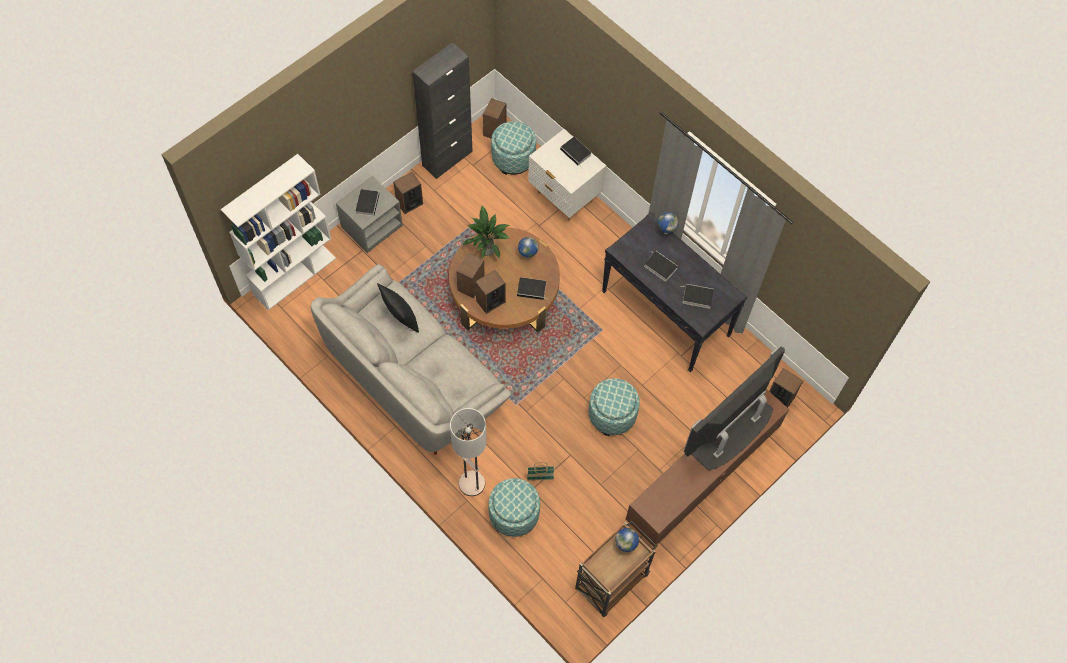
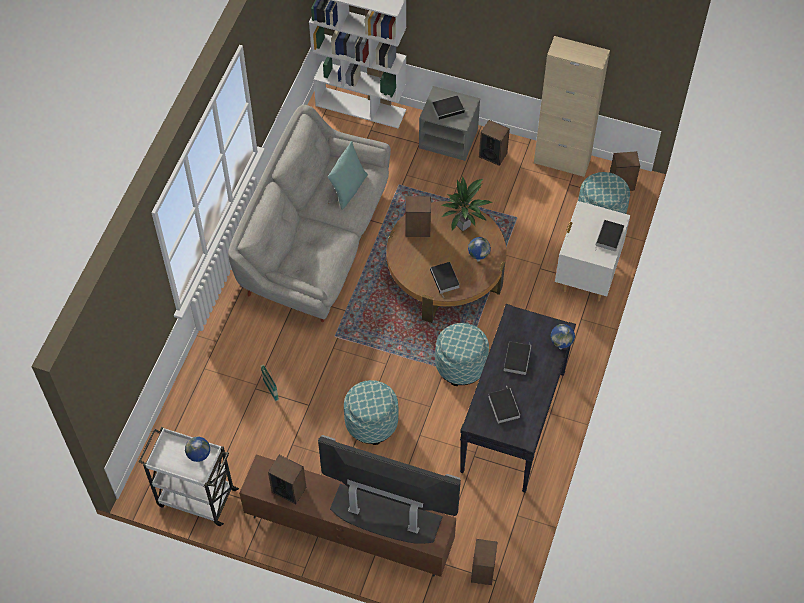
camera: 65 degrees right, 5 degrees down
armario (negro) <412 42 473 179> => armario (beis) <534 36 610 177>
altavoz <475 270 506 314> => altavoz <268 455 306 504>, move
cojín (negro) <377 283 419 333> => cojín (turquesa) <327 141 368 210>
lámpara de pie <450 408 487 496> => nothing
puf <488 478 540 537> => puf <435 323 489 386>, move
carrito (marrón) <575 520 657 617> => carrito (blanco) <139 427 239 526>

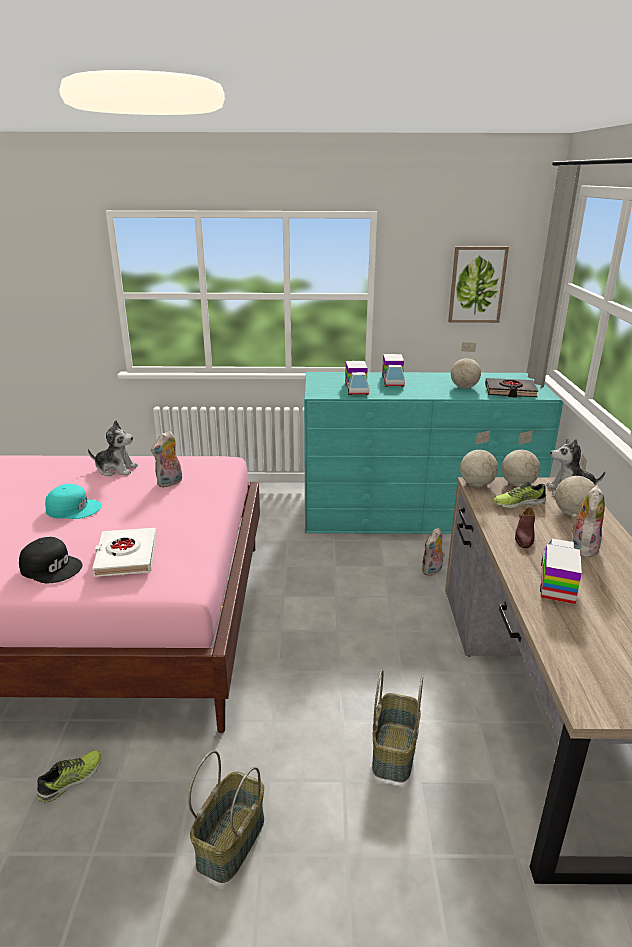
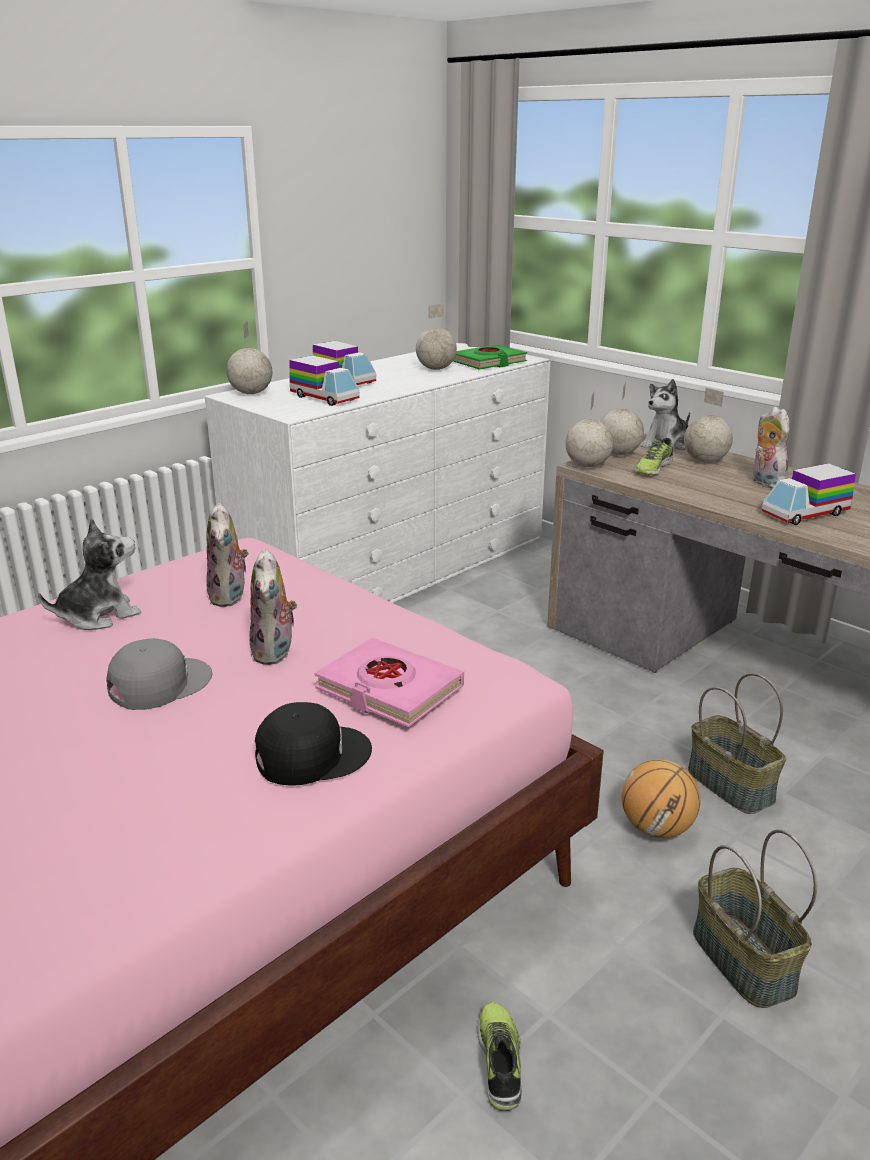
camera: 45 degrees left, 0 degrees up
cuadro <448 246 509 323> => nothing
cómoda (turquesa) <304 372 563 534> => cómoda (blanco) <205 343 550 603>
libro (negro) <485 378 538 398> => libro (verde) <453 345 527 370>
gorra (turquesa) <45 484 102 519> => gorra (gris) <106 638 212 710>
zapato (marrón) <515 507 535 548> => nothing
libro (blanco) <92 528 157 577> => libro (rosa) <314 638 464 727>
peluche <421 528 445 576> => peluche <249 549 297 665>, move
camión de juguete <540 538 582 604> => camión de juguete <762 463 856 525>, 90 degrees counterclockwise
nothing => globo terráqueo <226 321 272 394>
nothing => balón de baloncesto <621 759 701 838>

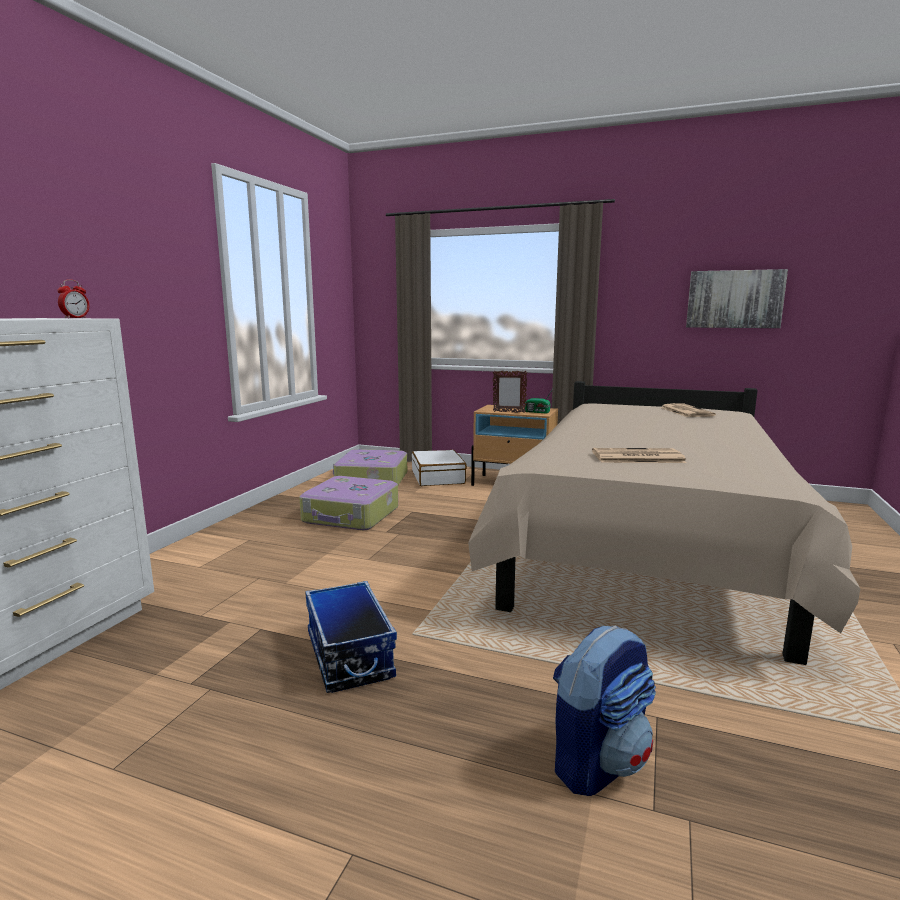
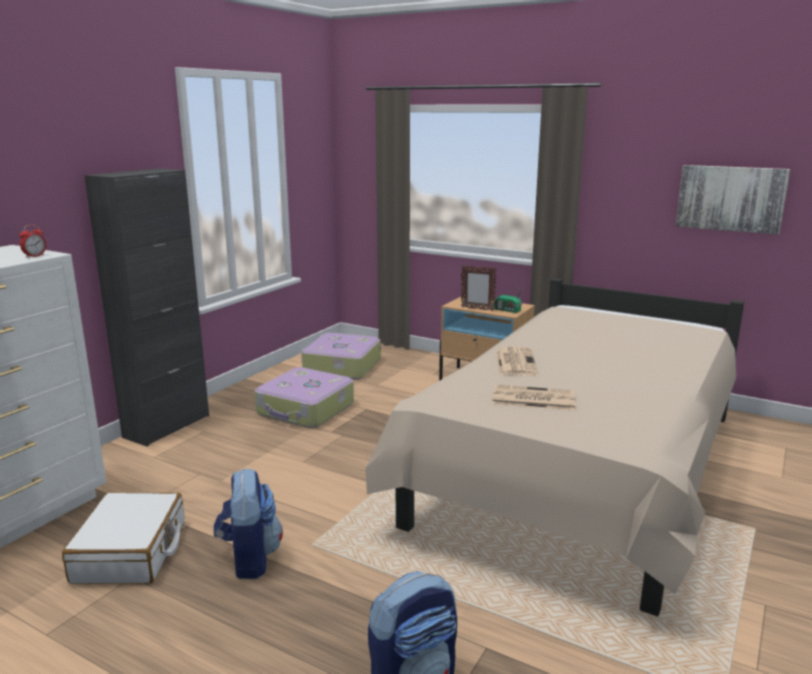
camera: 10 degrees right, 5 degrees up
periódico <660 403 716 417> => periódico <496 346 538 376>, move
maleta (blanco) <412 450 467 486> => maleta (blanco) <62 492 185 584>, move
caja de almacenaje <305 581 397 693> => mochila <214 469 283 579>
nothing => armario (negro) <84 168 209 446>

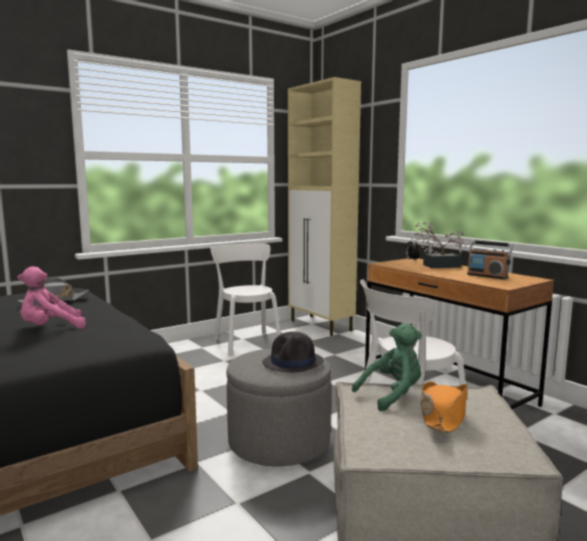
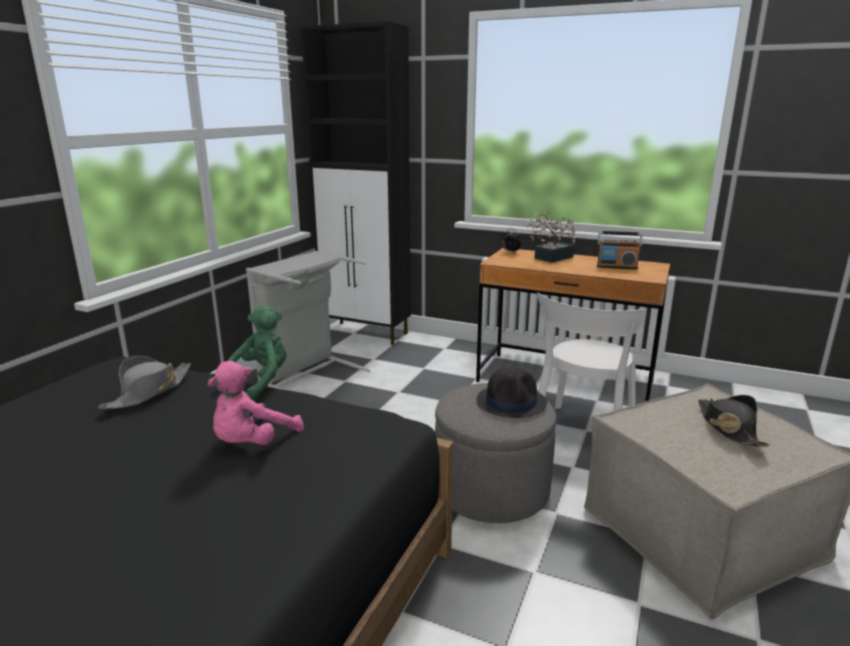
camera: 30 degrees left, 10 degrees up
armario (beis) <288 77 361 336> => armario (negro) <301 21 411 345>
silla (blanco) <210 244 281 356> => cesto de la ropa (gris) <246 251 371 391>
peluche (verde) <352 323 422 411> => peluche (verde) <228 305 287 401>, move
sombrero (naranja) <421 382 468 433> => sombrero (negro) <698 395 770 447>

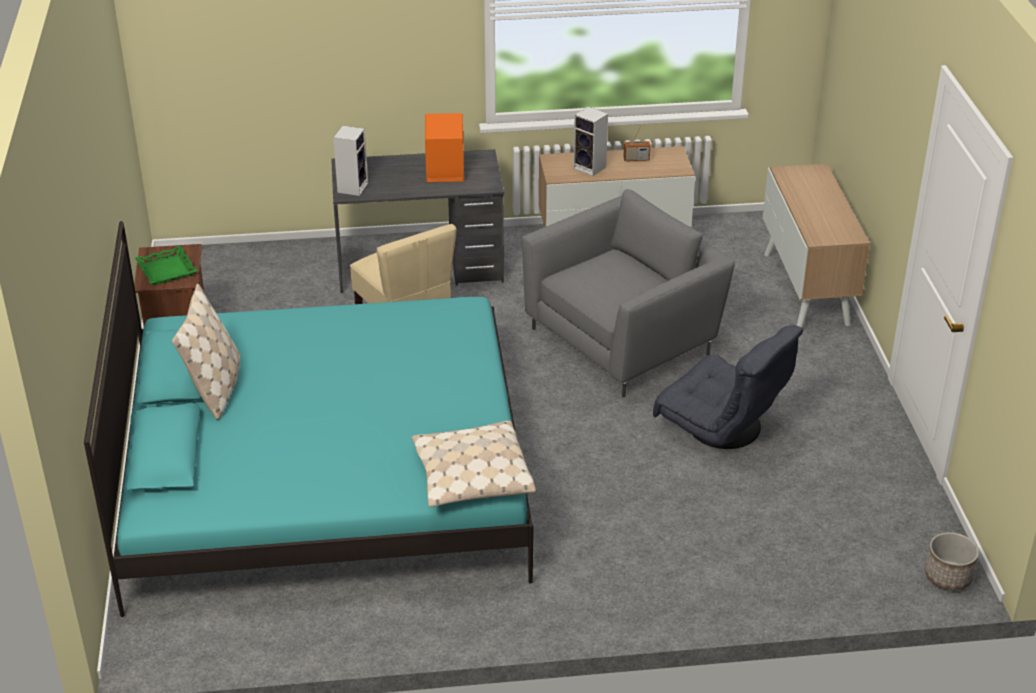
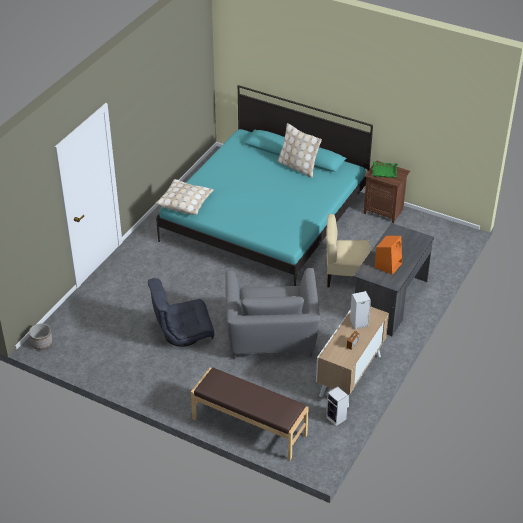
camera: 125 degrees right, 5 degrees up
altavoz <333 126 368 196> => altavoz <326 386 348 426>, move
armario <763 164 870 328> => banco (marrón) <191 368 309 460>

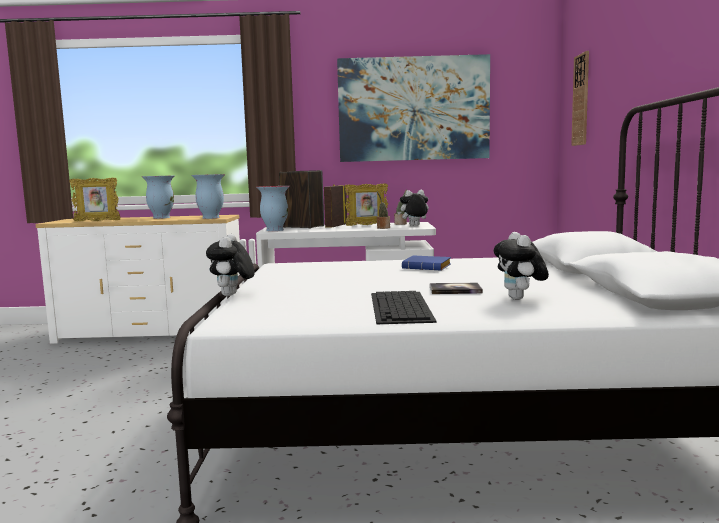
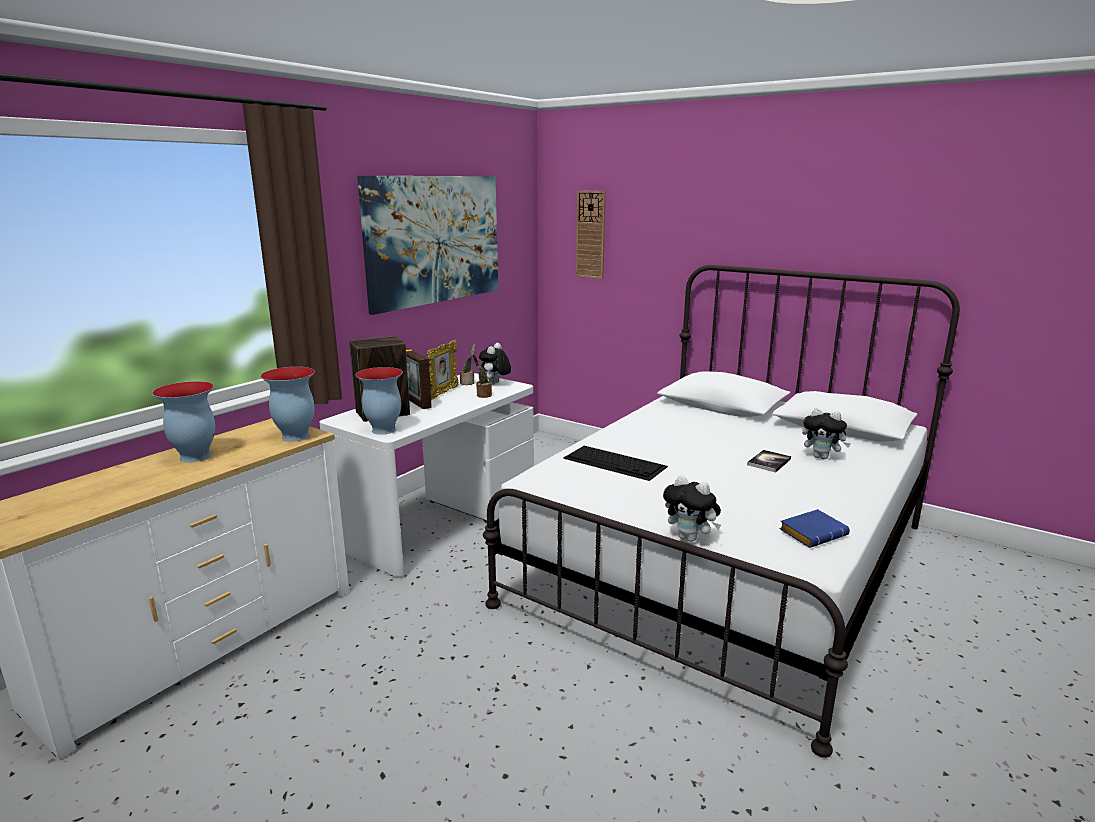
camera: 55 degrees left, 10 degrees up
portarretratos <69 178 121 221> => nothing
libro (azul) <402 255 451 271> => libro (azul) <779 509 850 548>, move
teclado <371 291 437 324> => teclado <563 446 668 481>, move

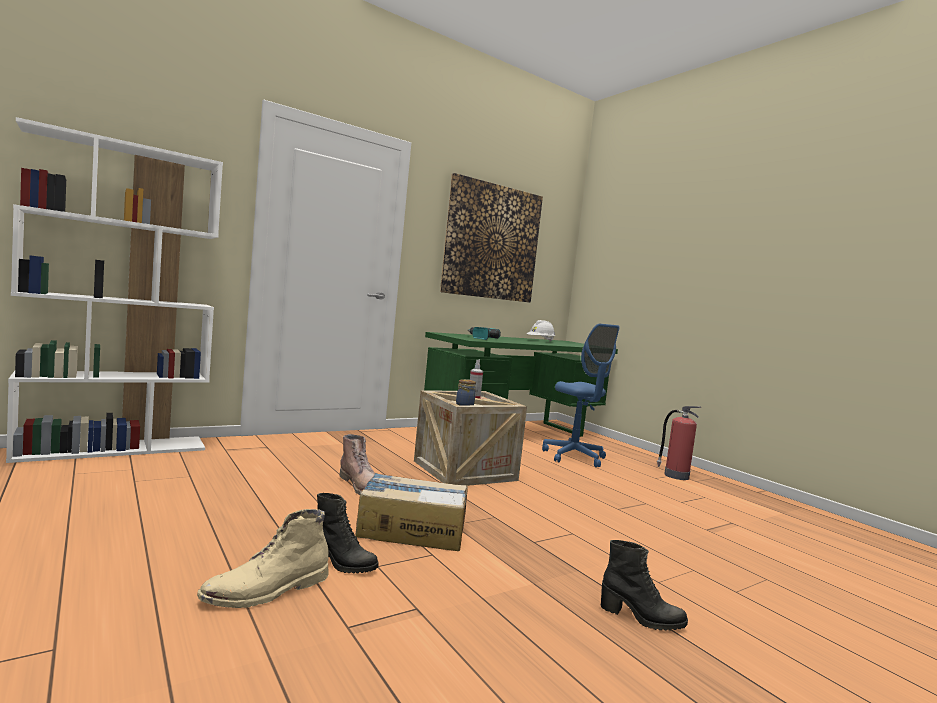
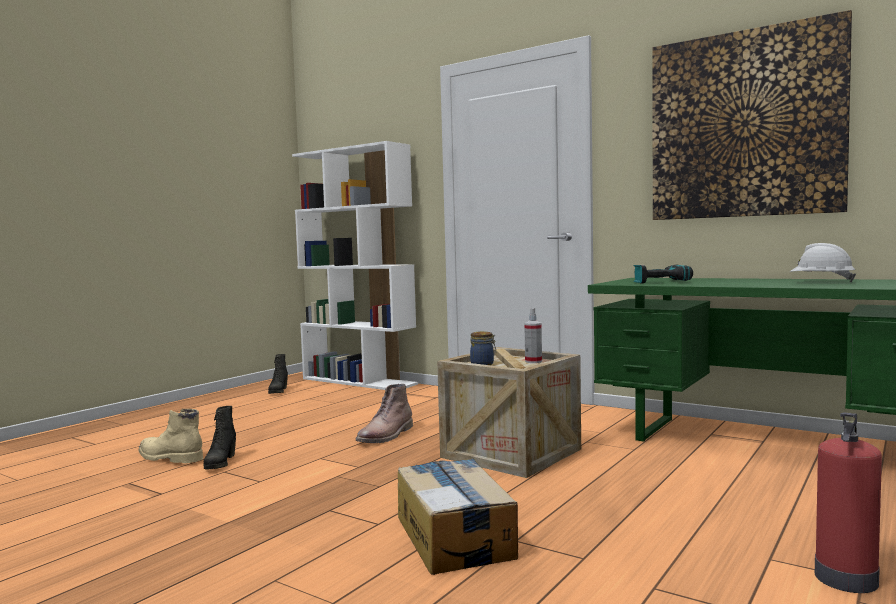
camera: 70 degrees right, 0 degrees up
silla de oficina (azul) <542 324 620 467> => nothing
caja de cartón <355 473 468 551> => caja de cartón <398 458 518 575>, move
bota (negro) <601 540 688 630> => bota (negro) <268 354 288 394>, move

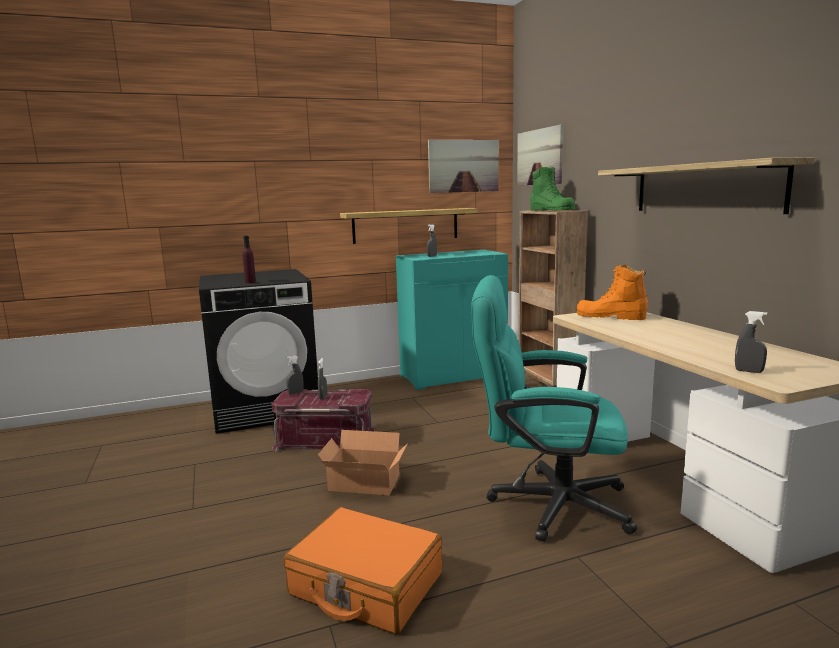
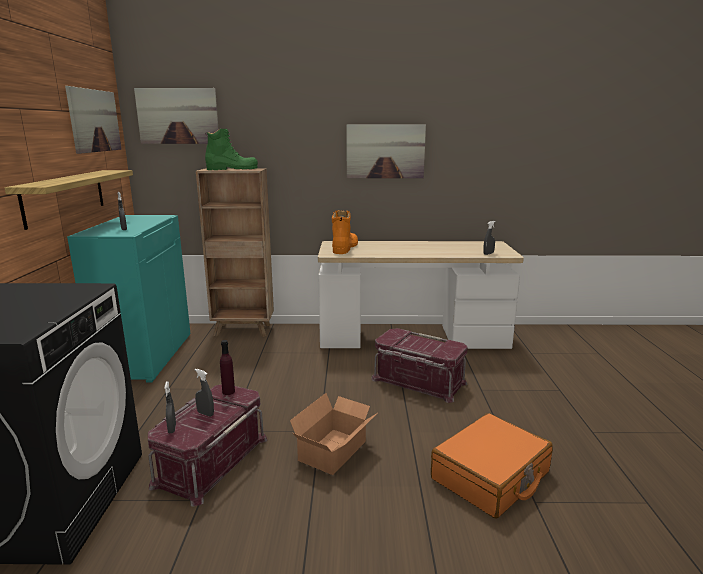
camera: 70 degrees left, 5 degrees up
estante <598 157 815 214> => cuadro <347 125 426 178>
botella (morado) <243 236 256 283> => botella (morado) <220 340 235 395>, move
bota (naranja) <577 265 648 320> => bota (naranja) <332 210 358 254>, 150 degrees clockwise
silla de oficina (turquesa) <471 275 637 542> => caja de almacenaje (rojo) <371 328 468 403>

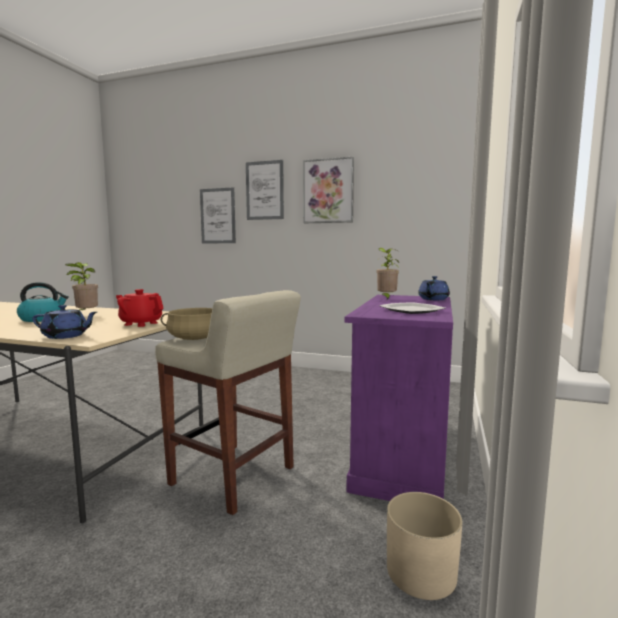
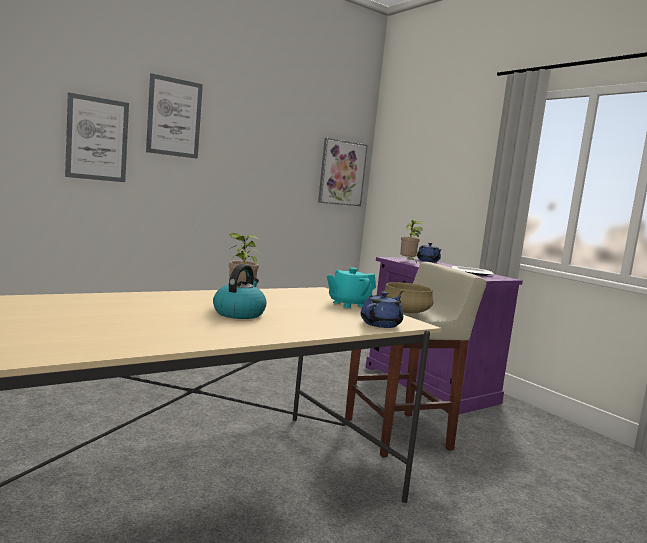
camera: 55 degrees left, 0 degrees up
cuadro <303 157 354 223> => cuadro <318 138 368 206>, move
tetera (rojo) <116 289 164 327> => tetera (turquesa) <327 267 376 308>
maceta (beis) <387 492 462 600> => nothing

